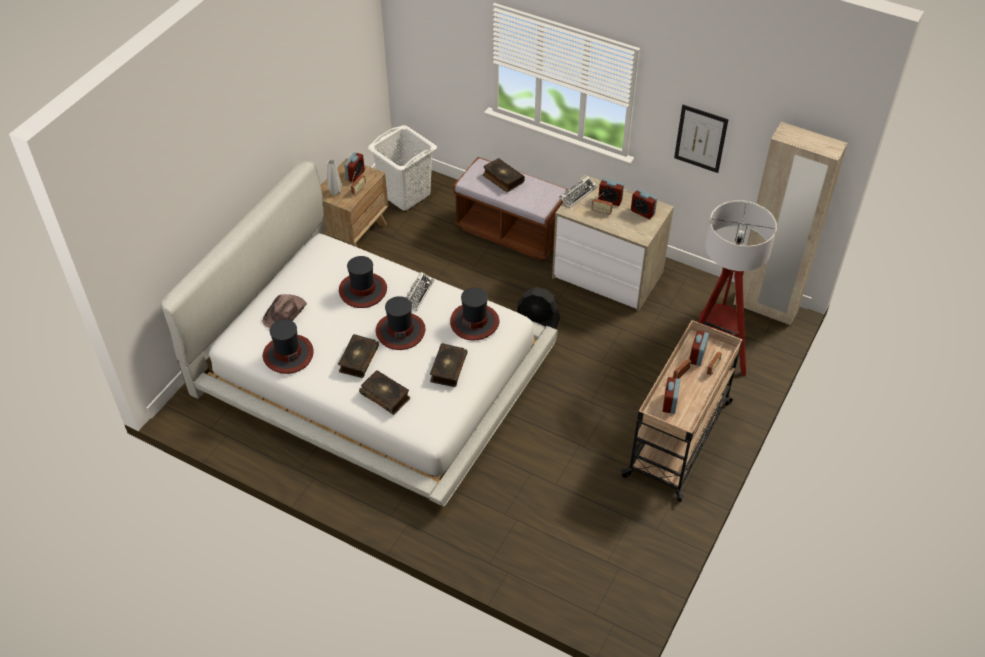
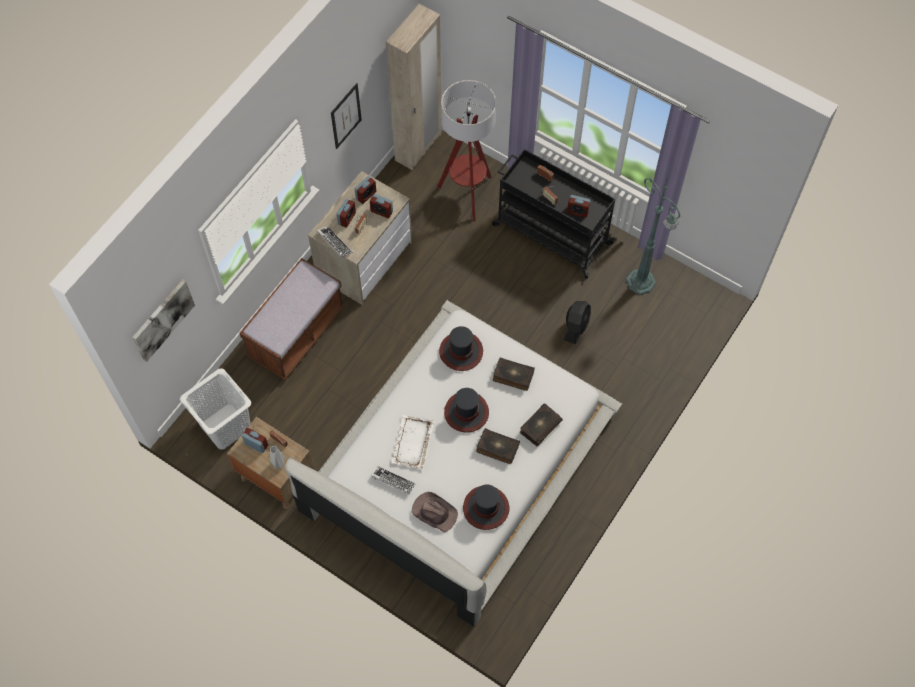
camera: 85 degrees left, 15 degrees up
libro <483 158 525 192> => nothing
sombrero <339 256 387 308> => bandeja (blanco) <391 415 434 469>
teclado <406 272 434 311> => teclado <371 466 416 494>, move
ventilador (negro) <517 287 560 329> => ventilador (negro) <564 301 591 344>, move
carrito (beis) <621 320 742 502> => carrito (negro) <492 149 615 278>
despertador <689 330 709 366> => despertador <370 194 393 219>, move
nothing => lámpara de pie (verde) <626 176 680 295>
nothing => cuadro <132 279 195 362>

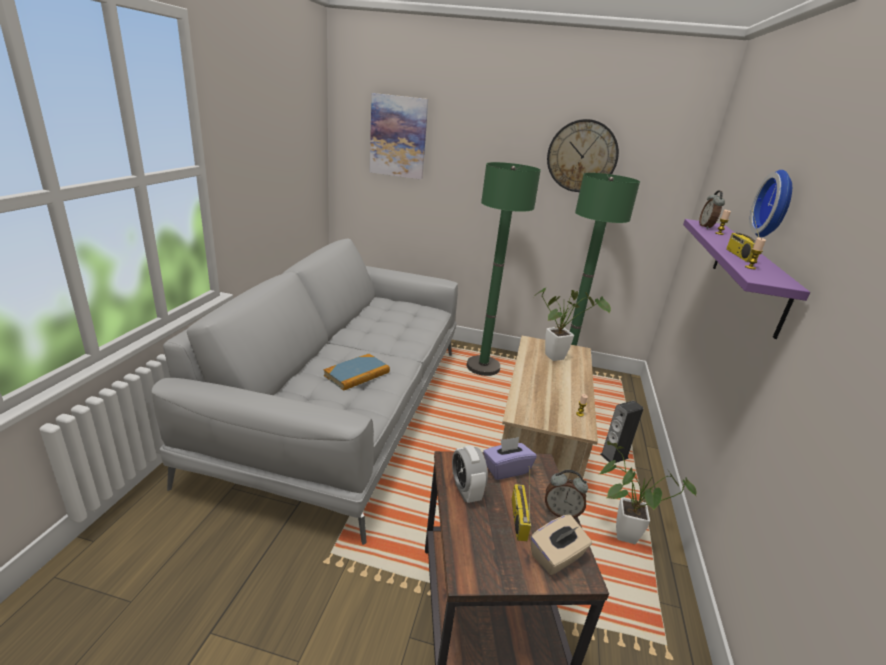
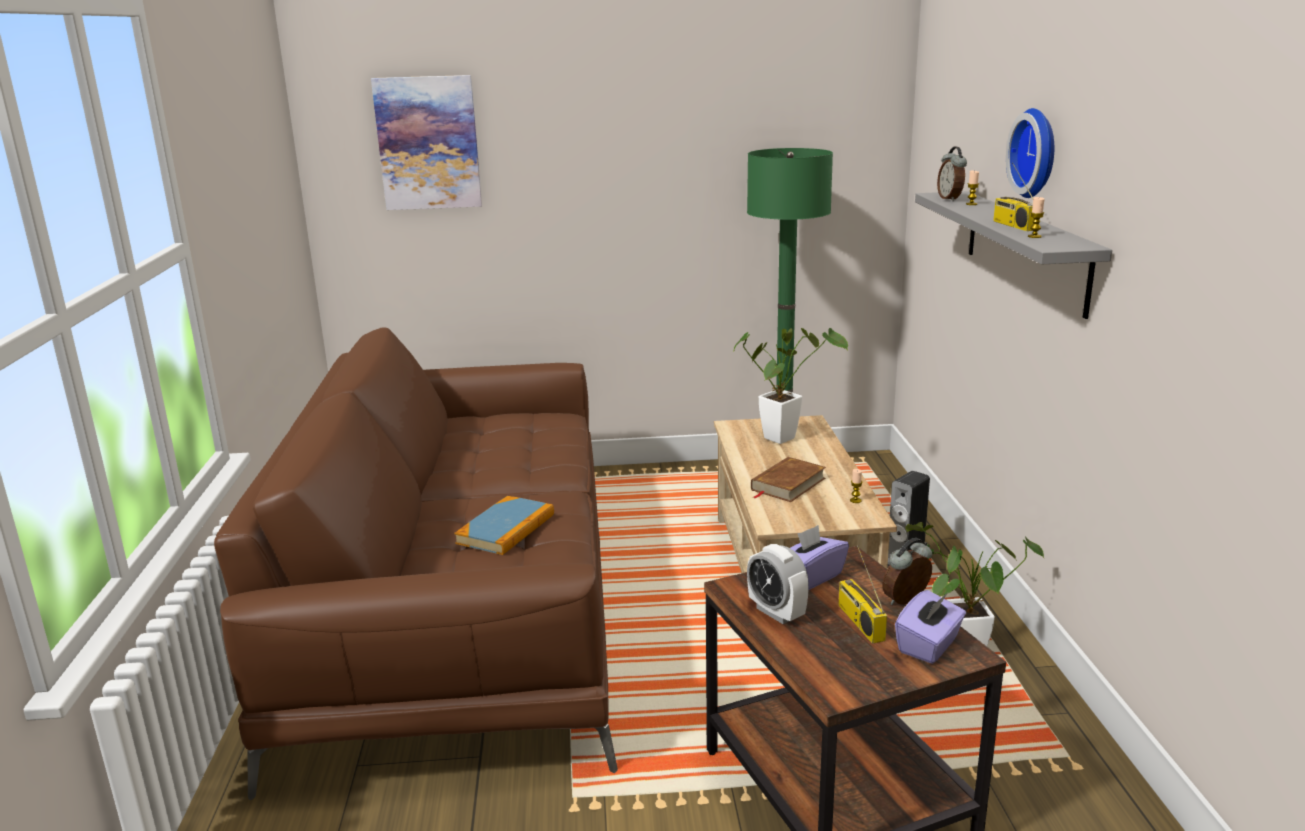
camera: 15 degrees left, 5 degrees down
reloj de pared <547 119 619 192> => nothing
lámpara de pie (verde) <467 162 541 376> => nothing
estante (morado) <683 219 810 339> => estante (gris) <915 191 1112 319>
sofá (gris) <152 238 458 545> => sofá (marrón) <214 328 618 800>
despertador <545 470 588 519> => despertador <883 538 932 605>, 150 degrees clockwise
caja de pañuelos (beis) <530 515 592 575> => caja de pañuelos (morado) <895 590 966 664>
nothing => libro (marrón) <751 457 826 502>

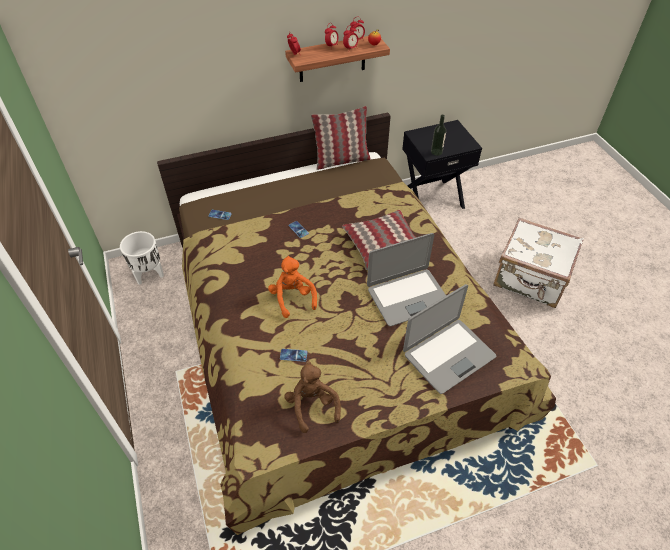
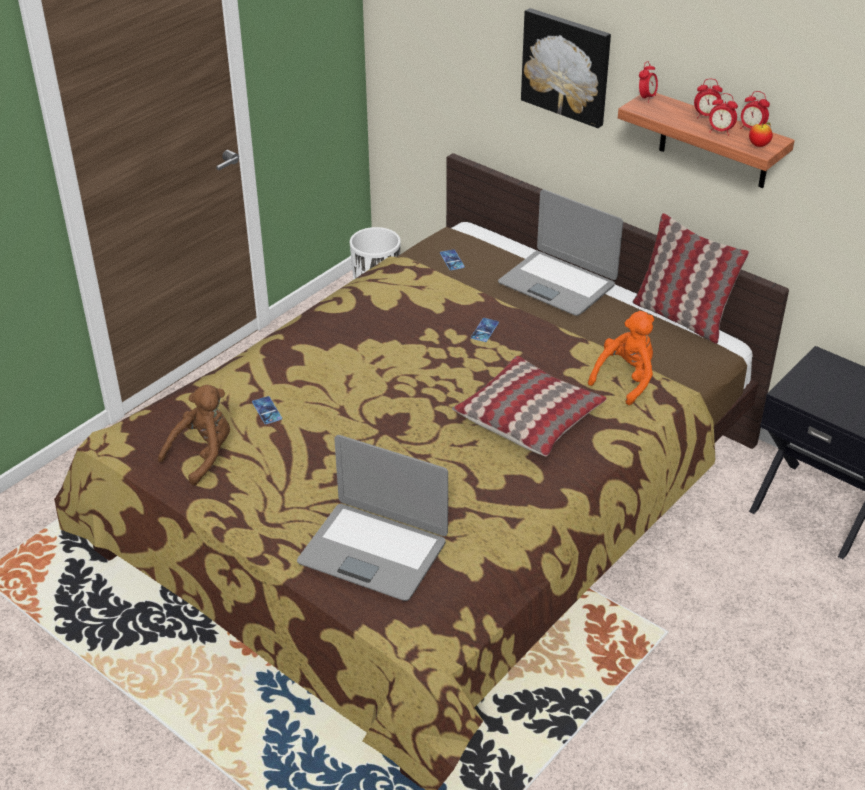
camera: 60 degrees right, 10 degrees down
botella <431 114 446 156> => nothing
maleta (blanco) <493 218 584 308> => nothing
portátil <367 233 446 326> => portátil <498 189 623 316>, move
peluche (naranja) <268 256 317 318> => peluche (naranja) <588 311 654 405>, move
nothing => cuadro <521 8 611 128>

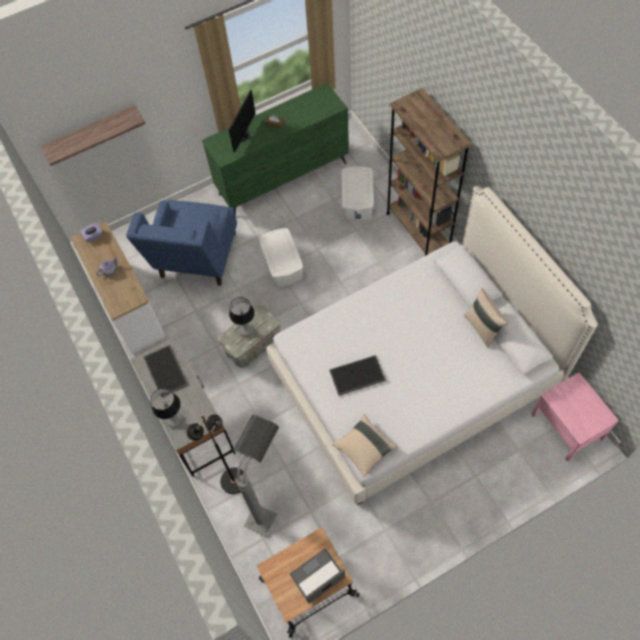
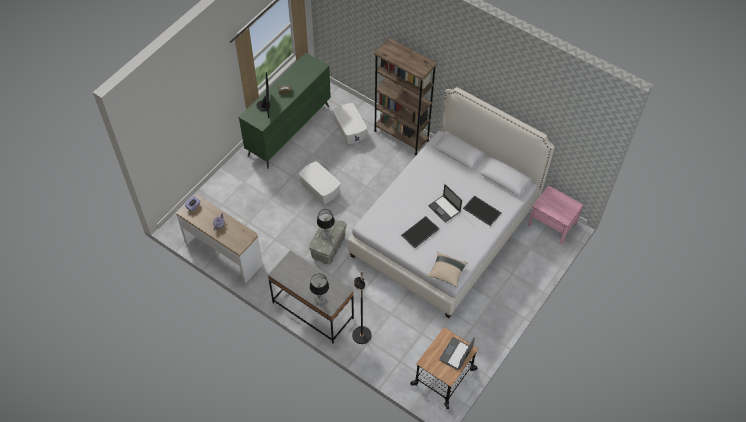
camera: 30 degrees left, 5 degrees down
estante <40 105 146 166> => nothing
sillón (azul) <126 200 237 286> => nothing
cojín (beis) <464 288 508 348> => nothing
bandeja <143 345 188 398> => bandeja <463 195 502 226>, move
lámpara de pie (gris) <233 415 279 537> => nothing
nothing => portátil <428 184 462 223>

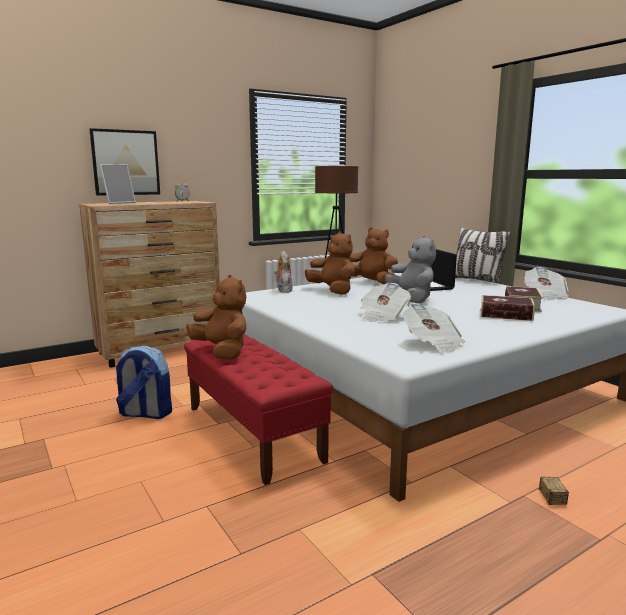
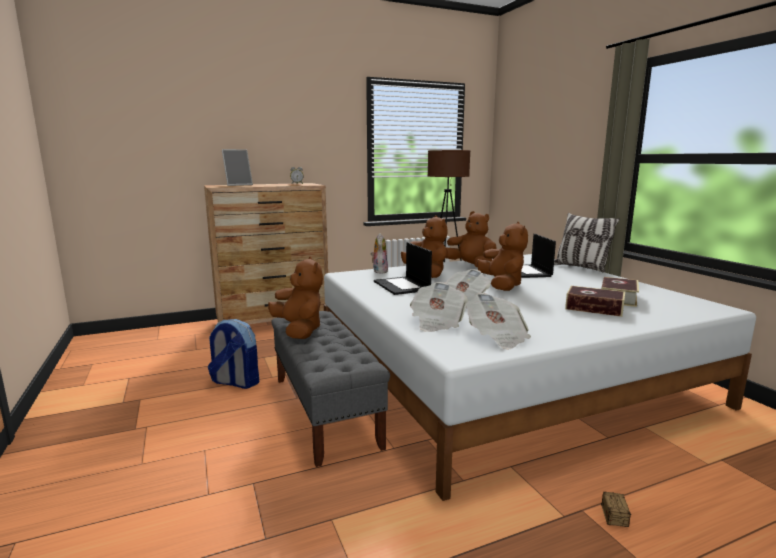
camera: 10 degrees right, 0 degrees up
cuadro <89 128 160 196> => nothing
peluche (gris) <385 236 436 303> => peluche (marrón) <477 222 528 291>
periódico <524 267 569 300> => periódico <410 282 468 332>, move
banco (rojo) <184 334 333 485> => banco (gris) <272 311 390 467>
nothing => portátil <374 242 432 295>

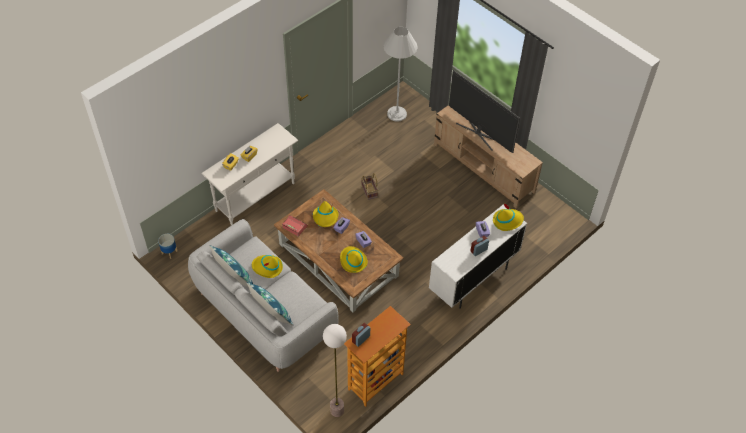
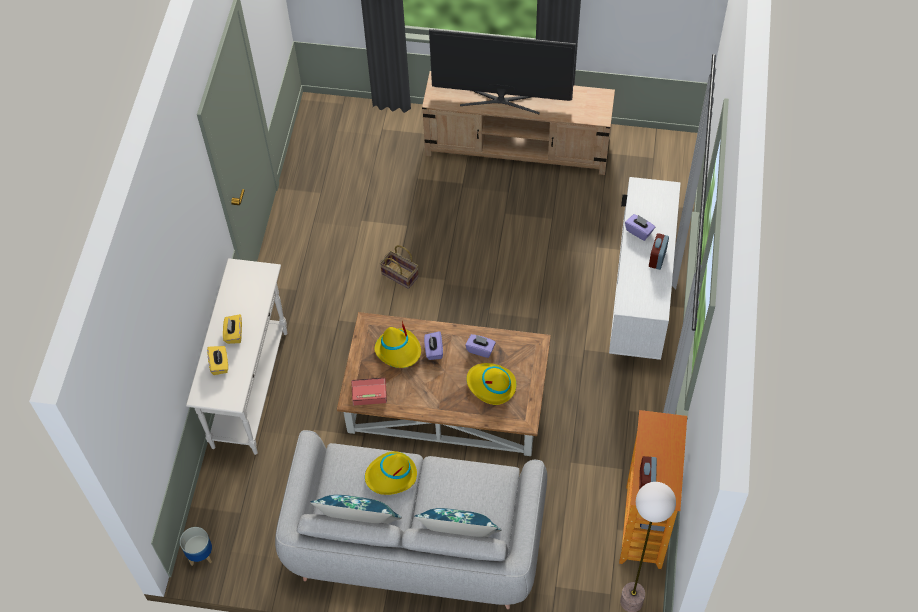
camera: 35 degrees left, 5 degrees up
lámpara de pie (blanco) <383 26 417 122> => nothing
sombrero (amarillo) <493 203 524 231> => nothing

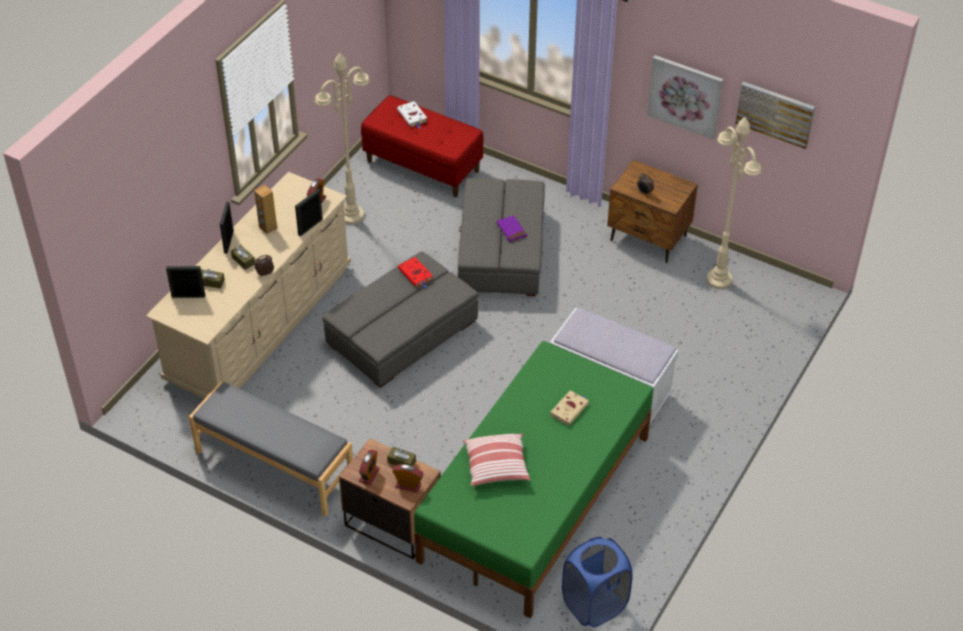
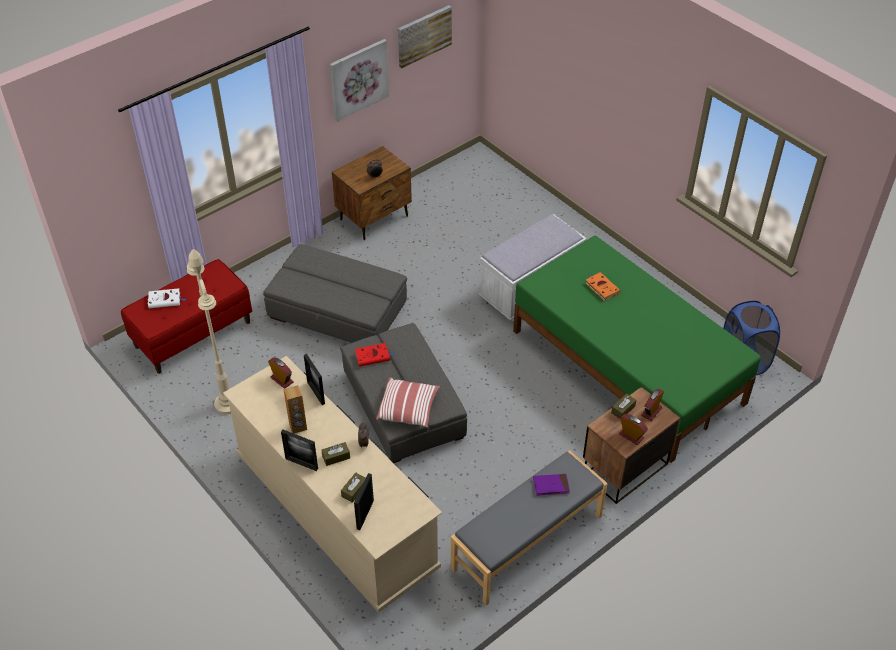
camera: 70 degrees left, 0 degrees up
lámpara de pie (beis) <706 117 761 289> => nothing
libro (morado) <496 216 527 242> => libro (morado) <533 474 570 495>, move
libro (beis) <550 390 589 426> => libro (naranja) <585 272 621 301>
cojín <463 434 531 486> => cojín <376 377 440 427>, move

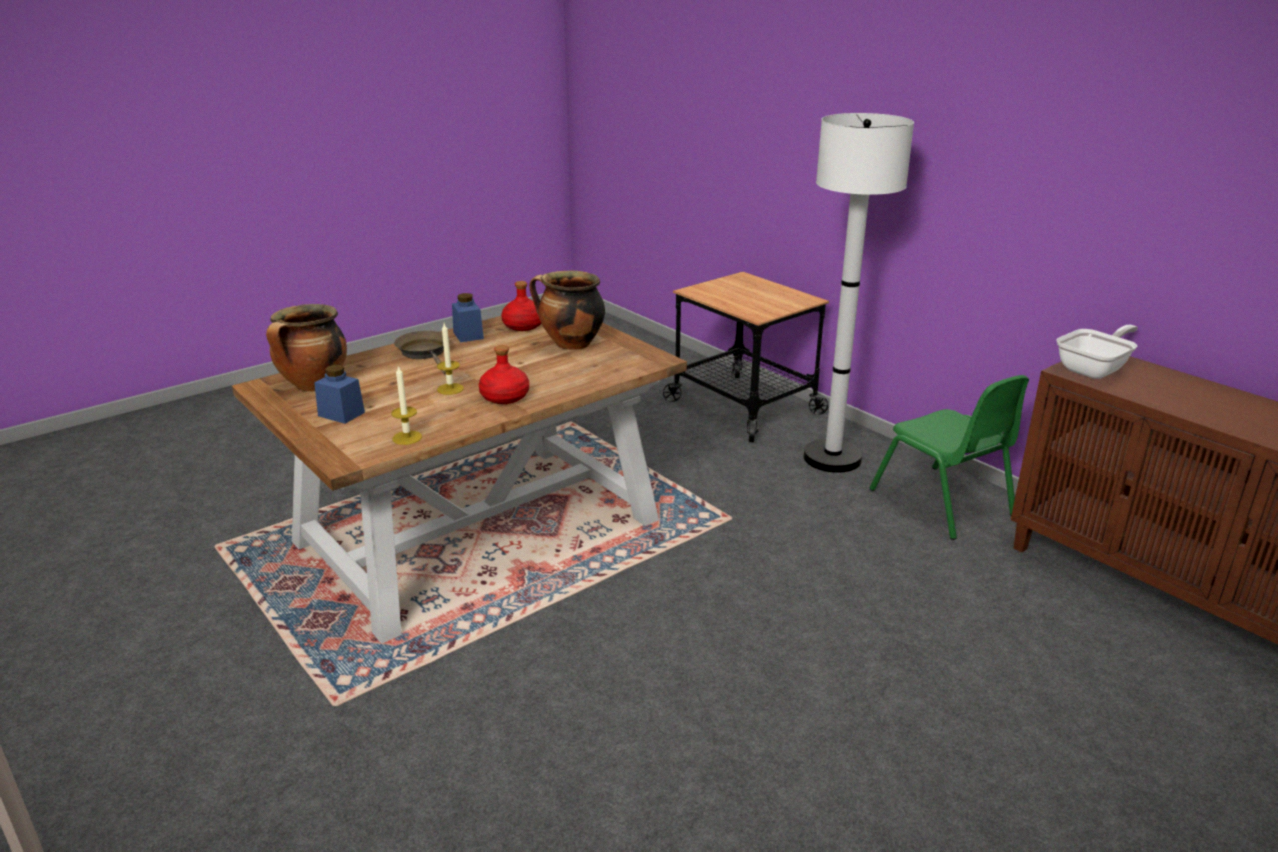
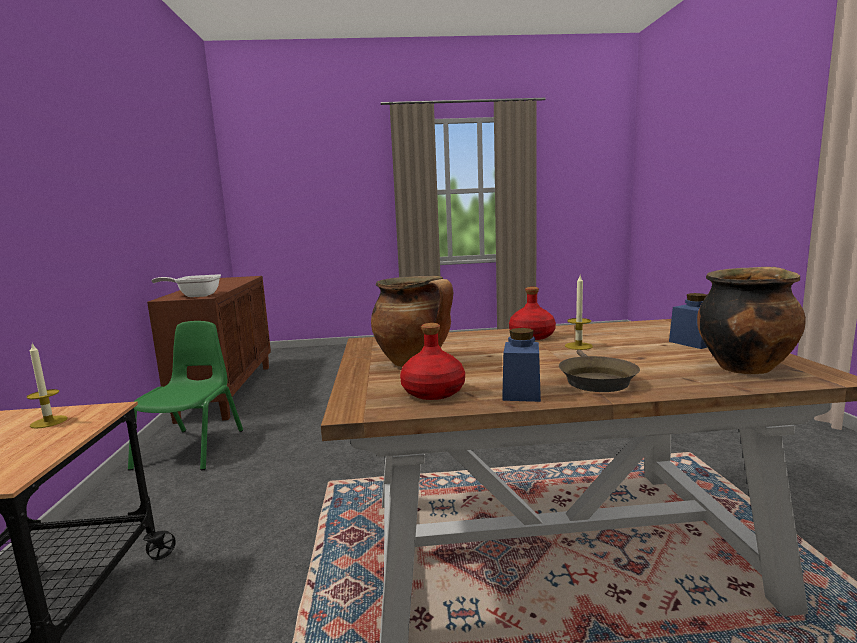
camera: 145 degrees left, 15 degrees down
lámpara de pie (blanco) <803 113 914 473> => nothing
vela <391 365 422 445> => vela <27 343 68 429>, move

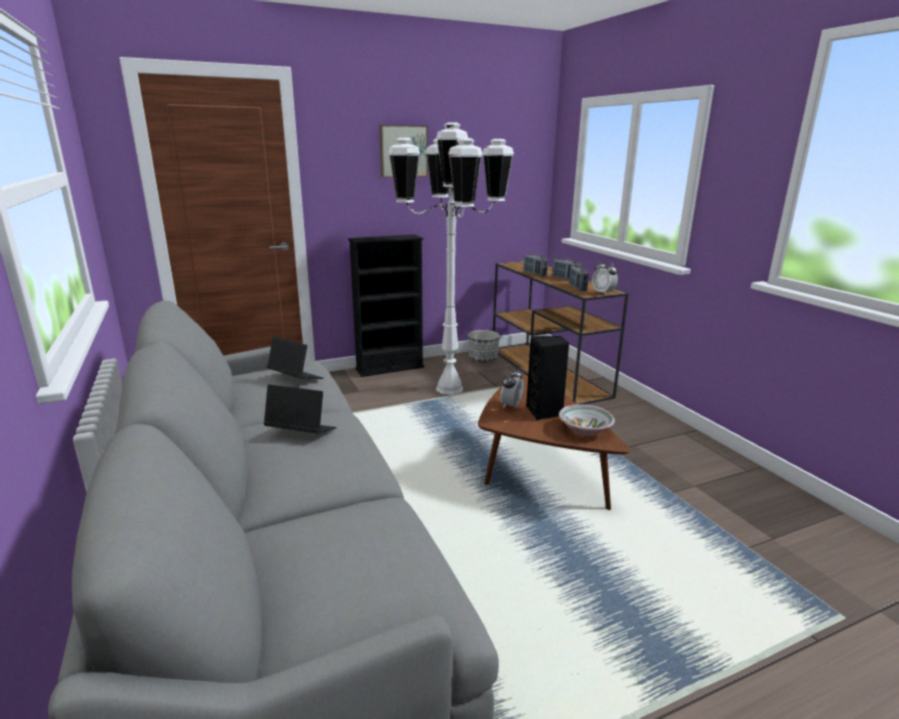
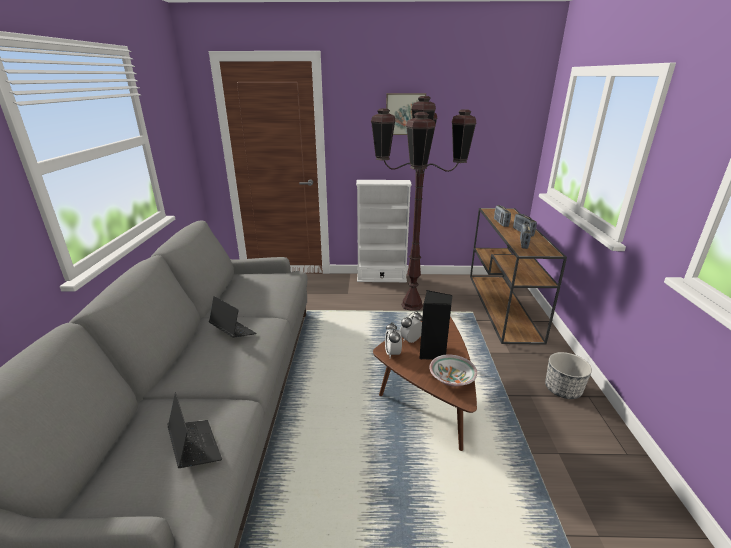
camera: 25 degrees right, 5 degrees up
lámpara de pie (blanco) <389 122 514 395> => lámpara de pie (marrón) <371 96 476 311>
estantería (negro) <348 234 424 377> => estantería (blanco) <356 180 412 282>
despertador <592 260 618 294> => despertador <385 322 402 358>, move
maceta <468 330 500 363> => maceta <545 352 592 399>, move
portátil <267 336 324 379> => portátil <167 392 222 468>, move

